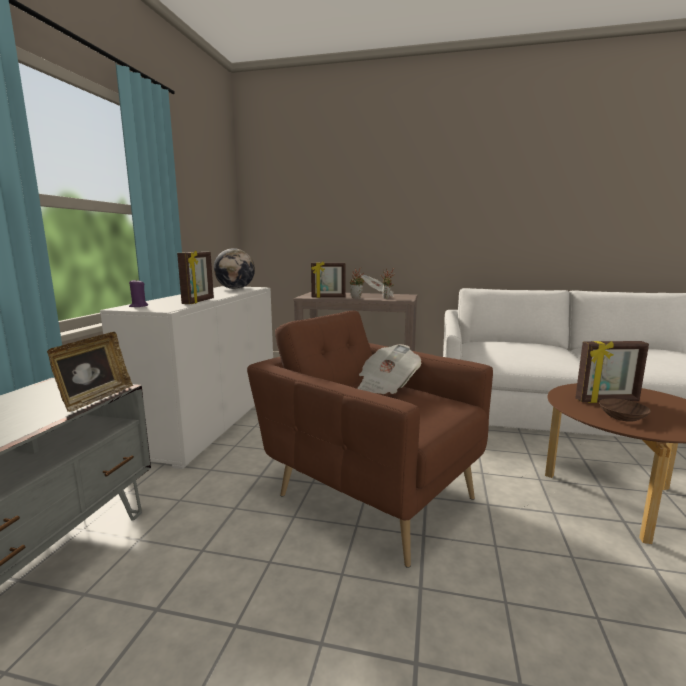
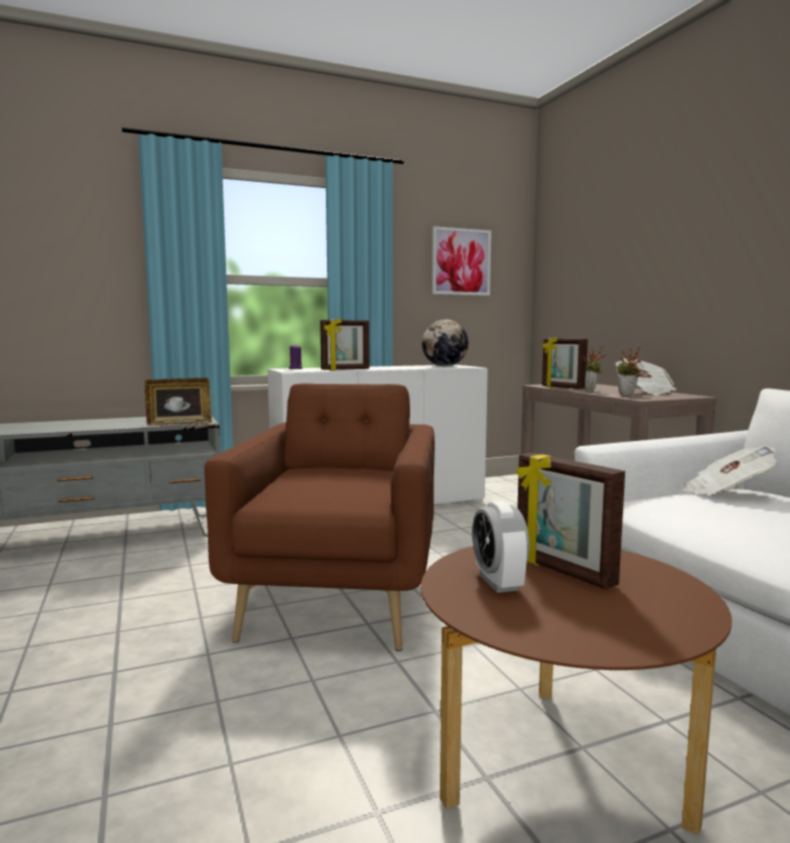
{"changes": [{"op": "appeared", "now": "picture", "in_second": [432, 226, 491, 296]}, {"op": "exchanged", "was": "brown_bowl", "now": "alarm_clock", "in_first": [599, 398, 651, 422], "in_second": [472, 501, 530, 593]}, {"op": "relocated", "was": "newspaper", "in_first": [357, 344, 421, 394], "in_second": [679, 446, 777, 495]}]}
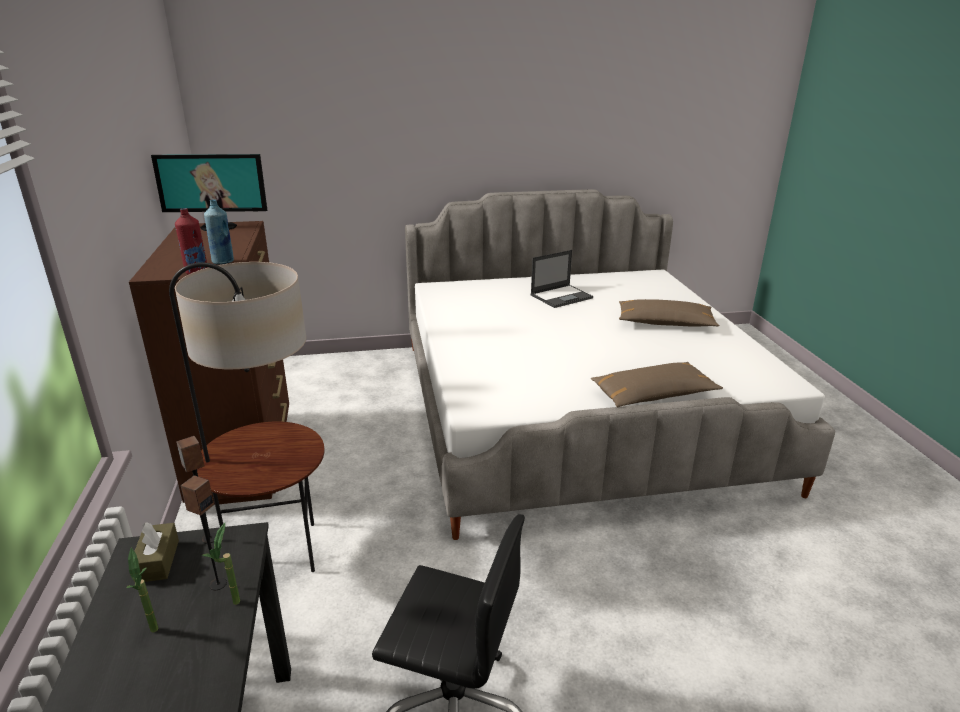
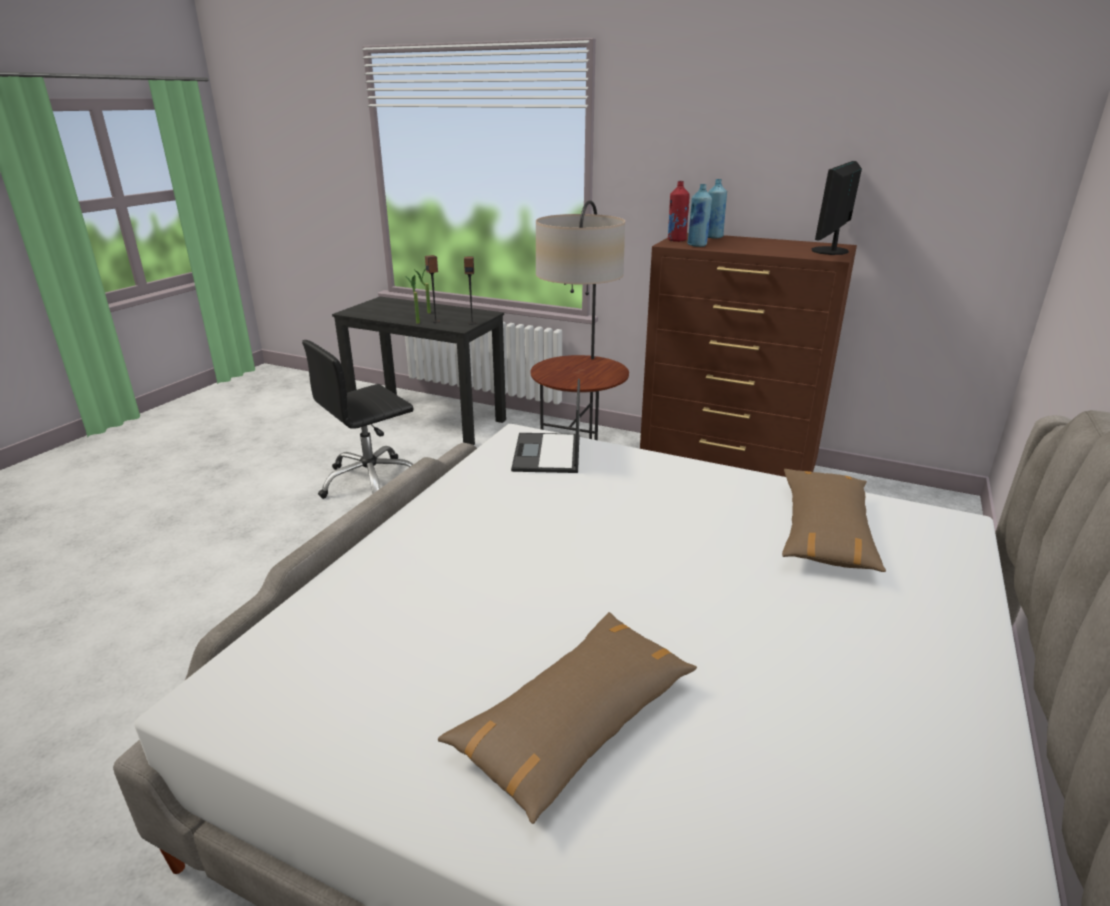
{"changes": [{"op": "relocated", "was": "laptop", "in_first": [530, 250, 593, 308], "in_second": [511, 379, 580, 473]}, {"op": "appeared", "now": "blue_bottle", "in_second": [708, 179, 727, 238]}, {"op": "relocated", "was": "brown_pillow", "in_first": [591, 362, 723, 407], "in_second": [782, 469, 886, 572]}, {"op": "missing", "was": "brown_tissue_box", "in_first": [135, 522, 179, 582]}]}
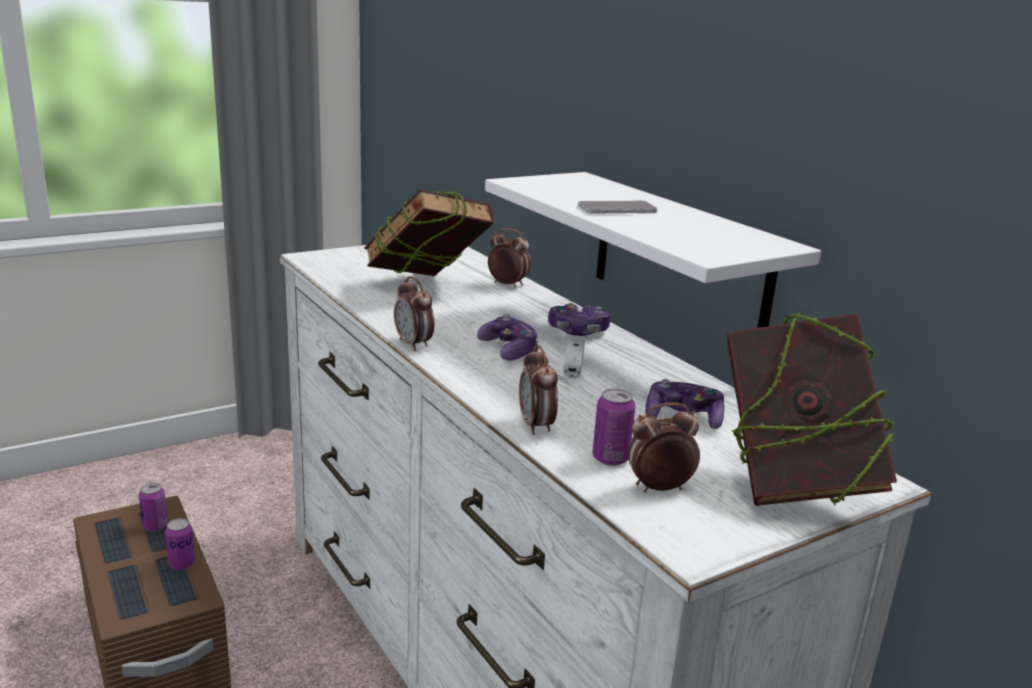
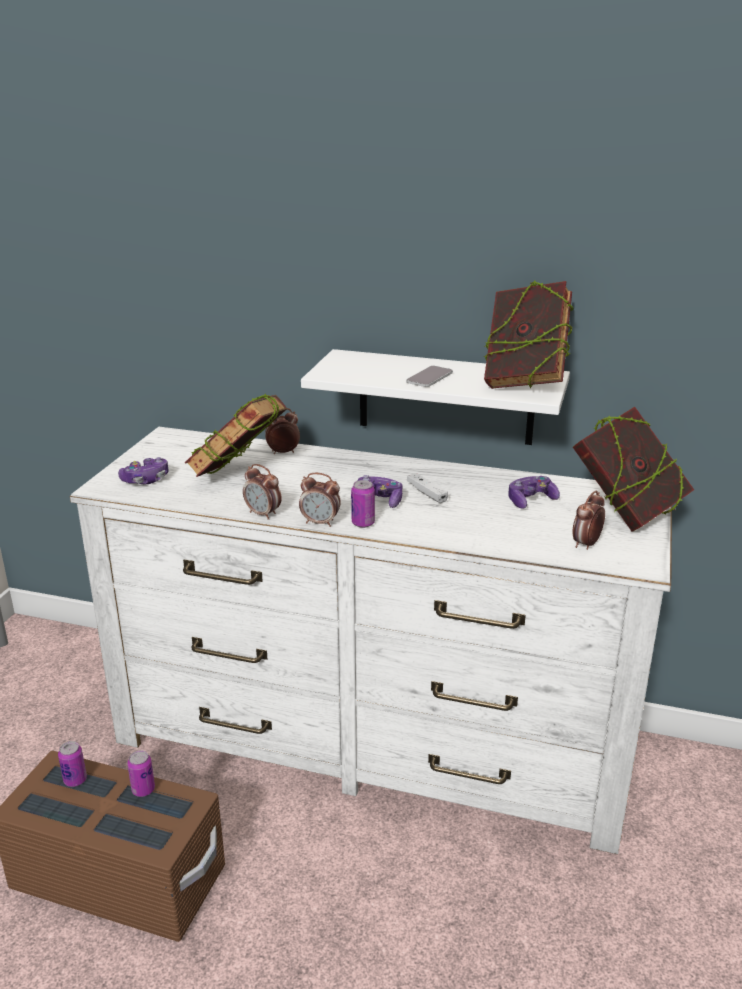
{"changes": [{"op": "relocated", "was": "game_controller", "in_first": [548, 302, 610, 336], "in_second": [118, 457, 169, 484]}, {"op": "relocated", "was": "alarm_clock", "in_first": [519, 345, 558, 435], "in_second": [243, 464, 282, 520]}, {"op": "relocated", "was": "can", "in_first": [592, 389, 636, 466], "in_second": [351, 480, 375, 528]}, {"op": "appeared", "now": "book", "in_second": [484, 281, 574, 389]}]}
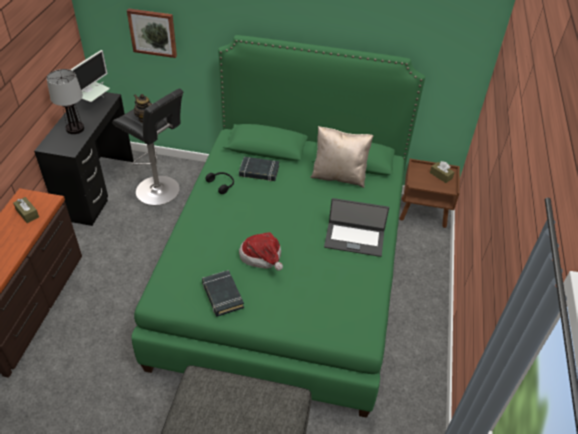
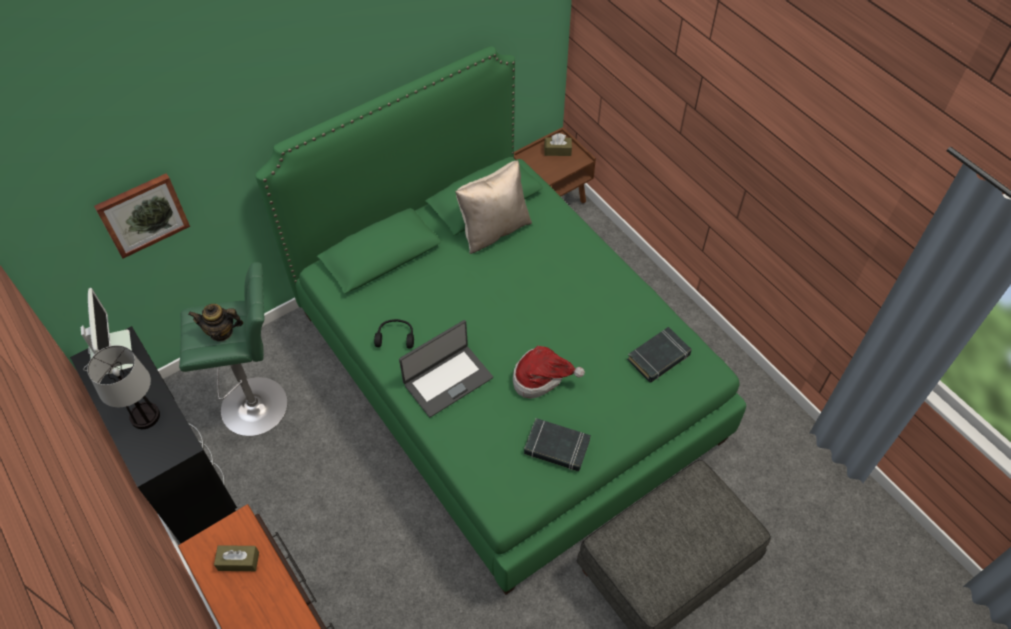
{"changes": [{"op": "colour", "was": "black_stool", "now": "green_stool", "in_first": [113, 89, 184, 205], "in_second": [179, 262, 288, 436]}, {"op": "relocated", "was": "laptop", "in_first": [324, 198, 389, 257], "in_second": [399, 320, 493, 417]}, {"op": "relocated", "was": "black_book", "in_first": [239, 157, 279, 181], "in_second": [627, 327, 692, 383]}]}
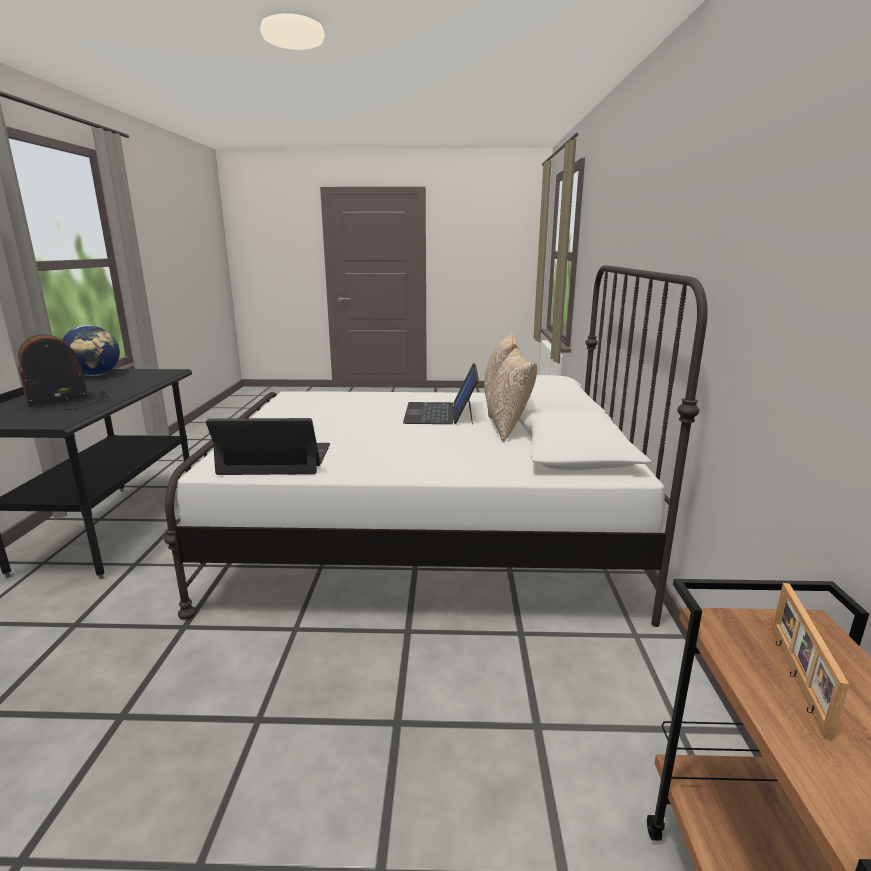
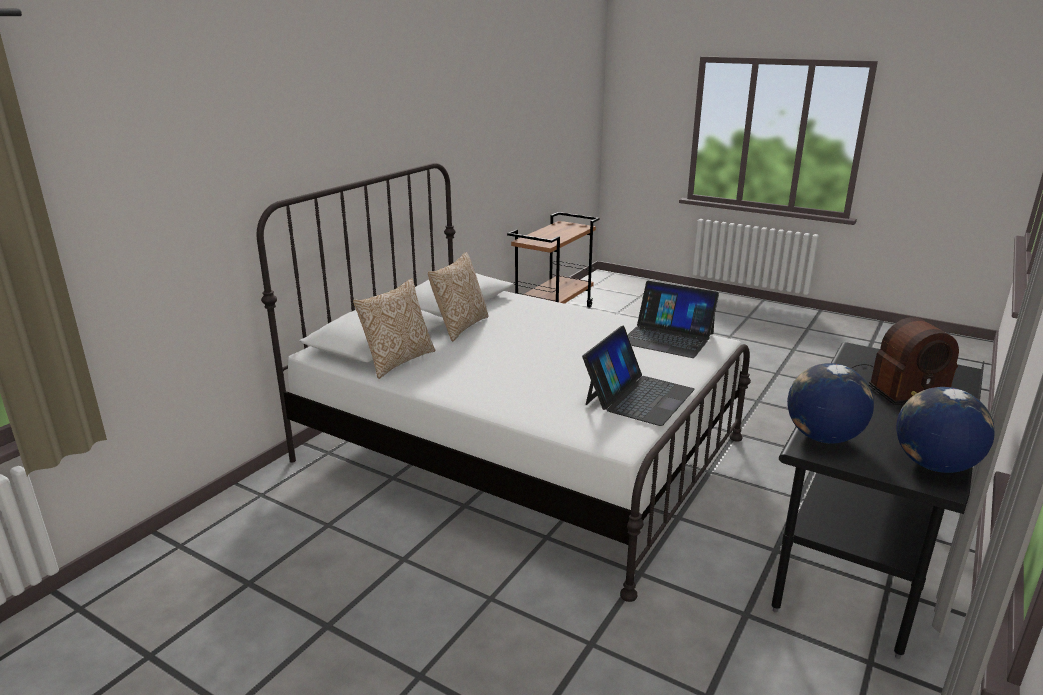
{"changes": [{"op": "relocated", "was": "laptop", "in_first": [403, 363, 479, 424], "in_second": [582, 326, 695, 426]}, {"op": "appeared", "now": "globe", "in_second": [787, 363, 874, 443]}, {"op": "missing", "was": "picture_frame", "in_first": [772, 583, 850, 740]}]}
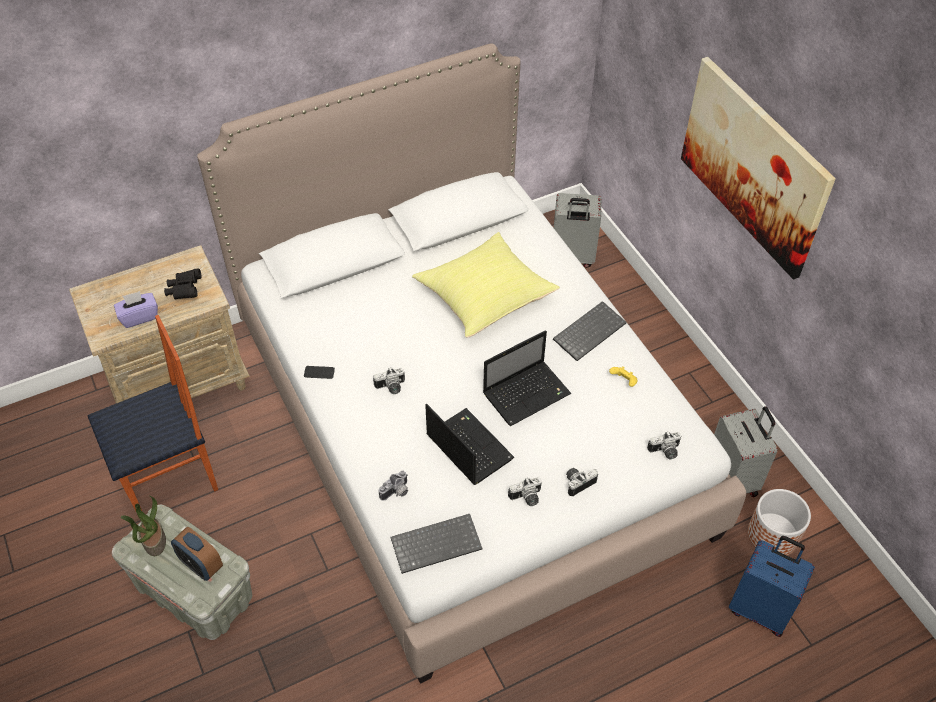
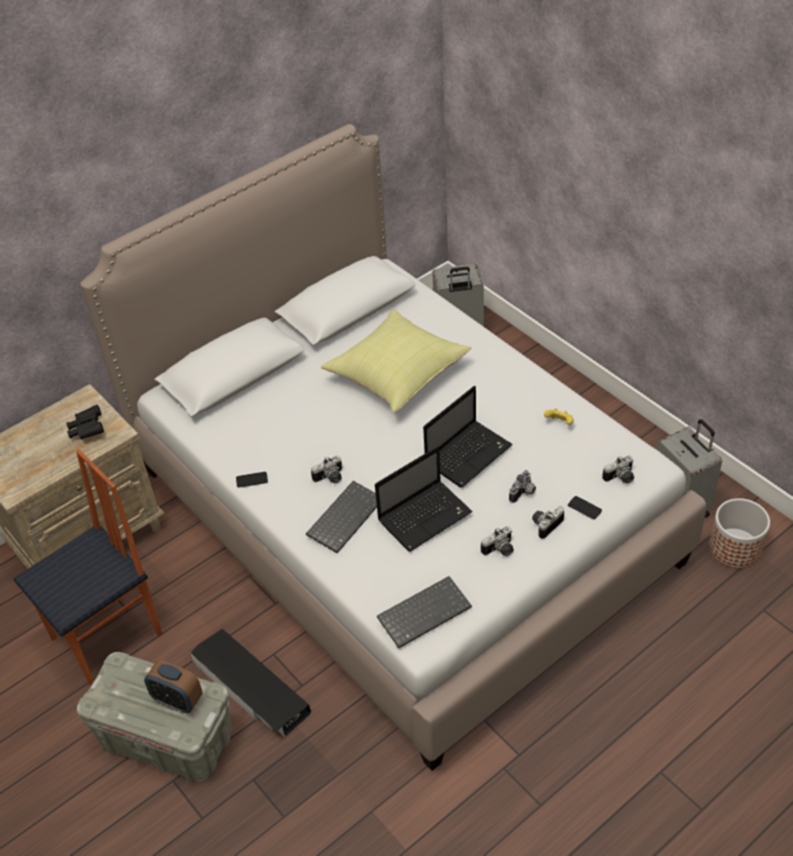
{"changes": [{"op": "appeared", "now": "black_storage_box", "in_second": [190, 629, 311, 737]}, {"op": "relocated", "was": "keyboard", "in_first": [553, 301, 627, 361], "in_second": [306, 481, 377, 553]}, {"op": "spun", "was": "laptop", "in_first": [425, 404, 514, 485], "in_second": [375, 446, 473, 552], "clockwise": 105}, {"op": "relocated", "was": "photo_camera", "in_first": [379, 470, 408, 501], "in_second": [509, 470, 536, 503]}, {"op": "appeared", "now": "phone", "in_second": [568, 496, 602, 519]}, {"op": "missing", "was": "purple_tissue_box", "in_first": [114, 291, 158, 328]}, {"op": "missing", "was": "potted_plant", "in_first": [121, 496, 166, 556]}, {"op": "missing", "was": "picture", "in_first": [681, 57, 836, 279]}, {"op": "missing", "was": "blue_suitcase", "in_first": [729, 536, 815, 637]}]}
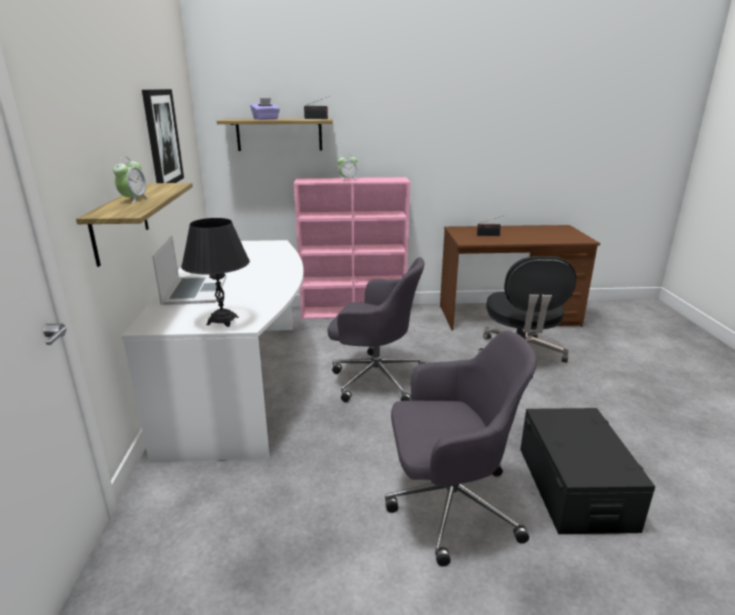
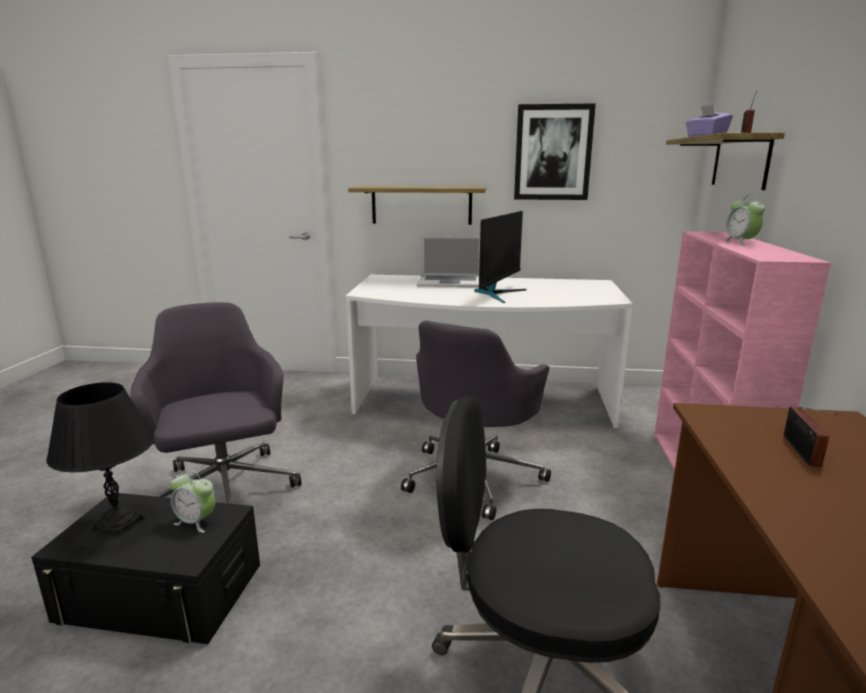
{"changes": [{"op": "relocated", "was": "black_table_lamp", "in_first": [181, 218, 250, 327], "in_second": [46, 382, 155, 538]}, {"op": "spun", "was": "grey_office_chair", "in_first": [385, 331, 537, 567], "in_second": [130, 302, 302, 504], "clockwise": 150}, {"op": "relocated", "was": "alarm_clock", "in_first": [113, 157, 149, 203], "in_second": [171, 470, 215, 533]}, {"op": "appeared", "now": "monitor", "in_second": [474, 211, 526, 303]}]}
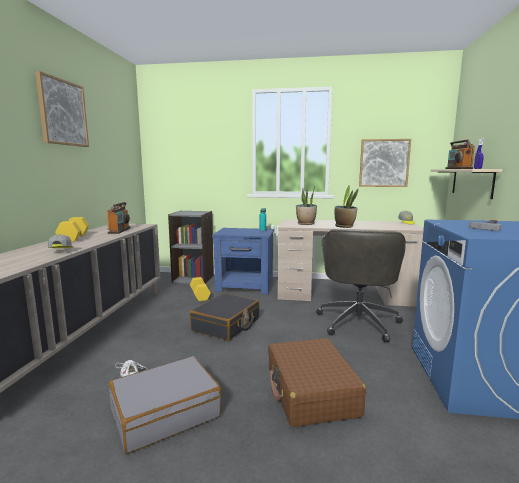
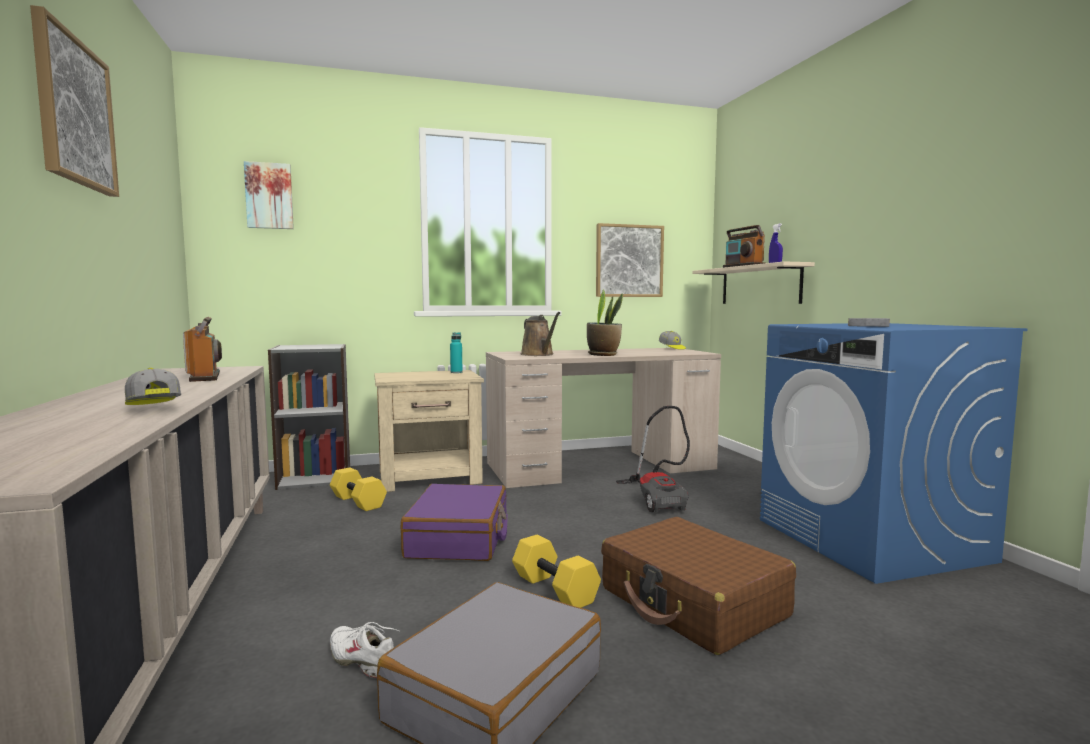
{"changes": [{"op": "appeared", "now": "picture", "in_second": [244, 161, 294, 229]}, {"op": "colour", "was": "blue_nightstand", "now": "beige_nightstand", "in_first": [212, 228, 274, 295], "in_second": [374, 370, 484, 492]}, {"op": "colour", "was": "black_suitcase", "now": "purple_suitcase", "in_first": [190, 293, 259, 341], "in_second": [401, 484, 508, 561]}, {"op": "relocated", "was": "yellow_dumbbell", "in_first": [55, 217, 89, 242], "in_second": [512, 535, 601, 608]}, {"op": "exchanged", "was": "potted_plant", "now": "brown_watering_can", "in_first": [296, 185, 317, 225], "in_second": [521, 312, 560, 356]}, {"op": "exchanged", "was": "grey_office_chair", "now": "vacuum_cleaner", "in_first": [316, 229, 406, 342], "in_second": [616, 406, 690, 512]}]}
